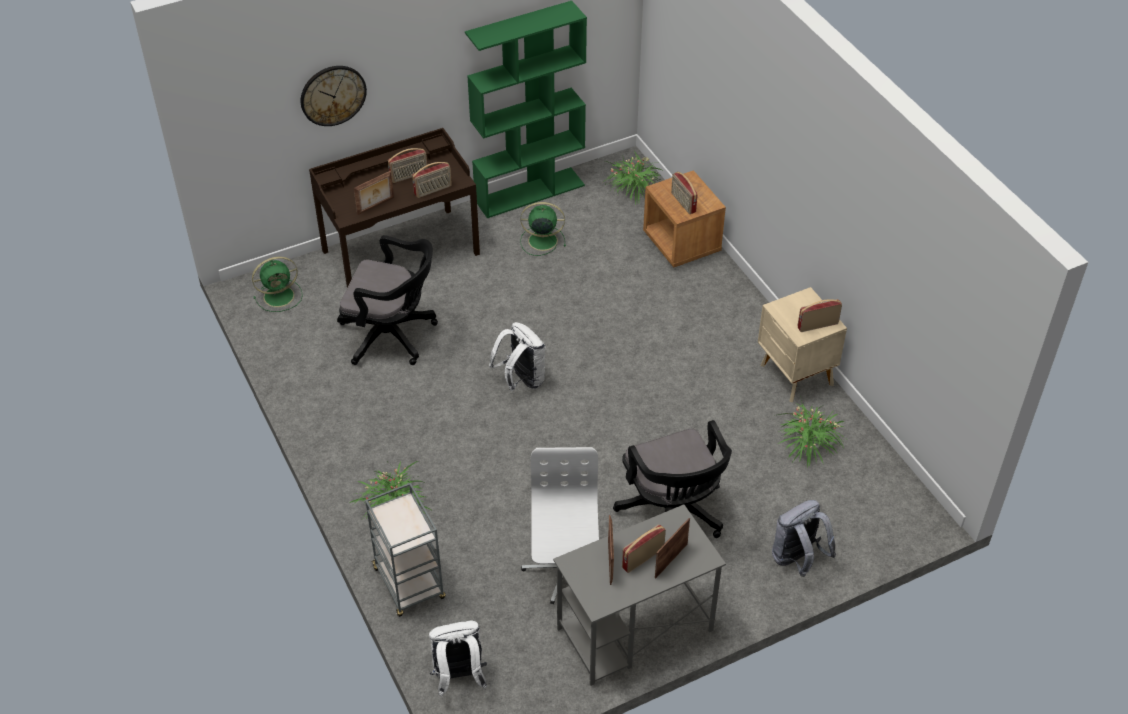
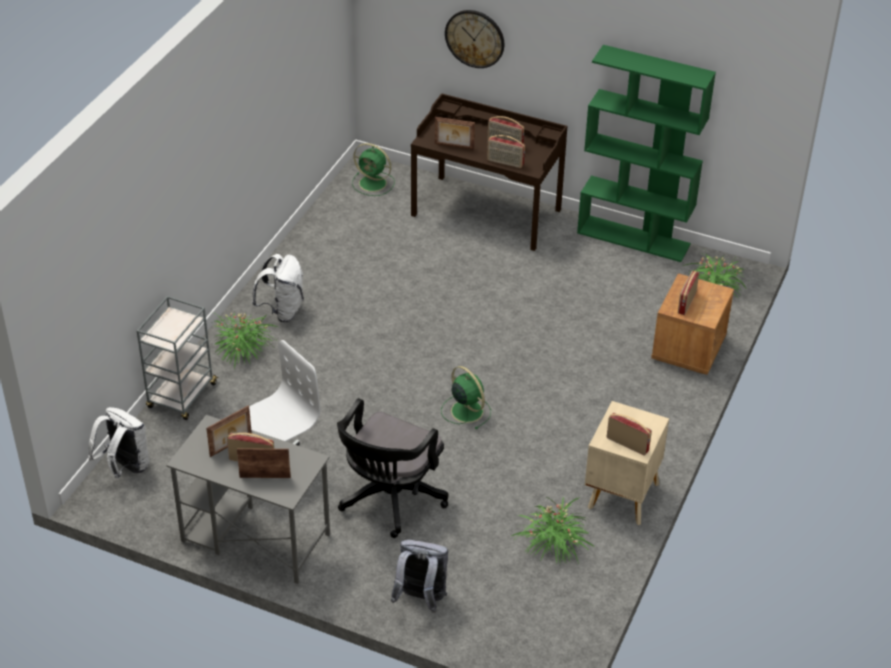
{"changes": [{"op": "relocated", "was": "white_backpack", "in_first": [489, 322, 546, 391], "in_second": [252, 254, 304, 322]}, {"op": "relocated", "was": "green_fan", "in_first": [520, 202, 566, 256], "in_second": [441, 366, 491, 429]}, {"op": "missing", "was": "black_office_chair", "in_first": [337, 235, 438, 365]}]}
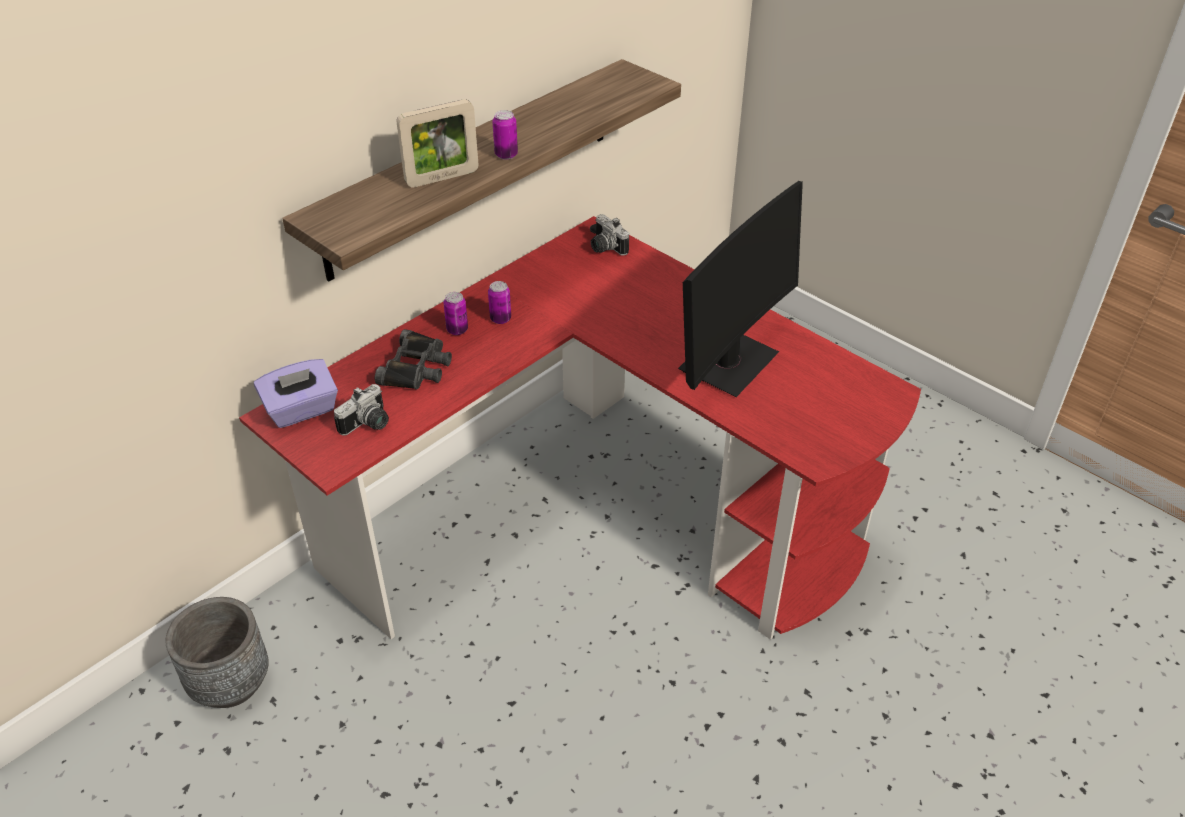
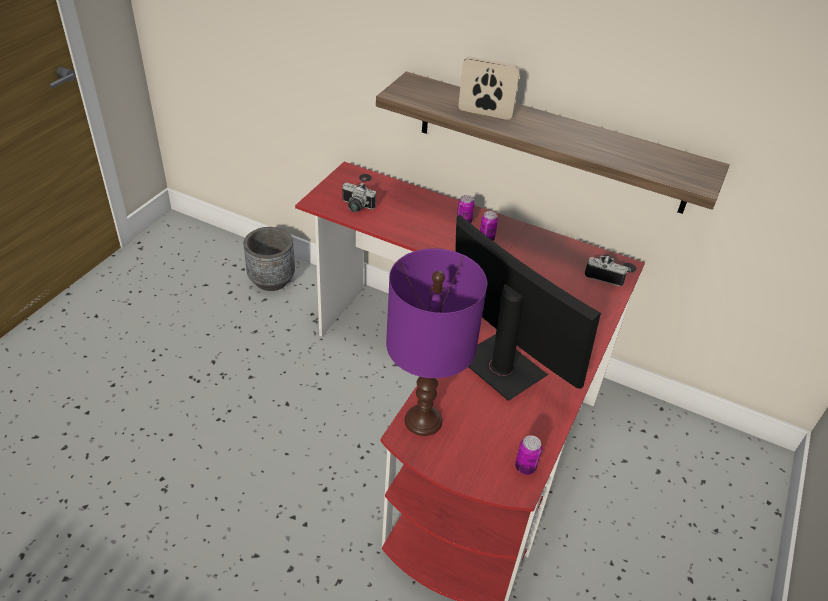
{"changes": [{"op": "appeared", "now": "purple_table_lamp", "in_second": [386, 248, 487, 436]}, {"op": "spun", "was": "monitor", "in_first": [678, 181, 803, 397], "in_second": [455, 215, 601, 401], "clockwise": -150}, {"op": "spun", "was": "picture_frame", "in_first": [397, 99, 479, 188], "in_second": [458, 57, 520, 120], "clockwise": 150}, {"op": "relocated", "was": "can", "in_first": [492, 110, 518, 160], "in_second": [515, 435, 542, 475]}, {"op": "spun", "was": "photo_camera", "in_first": [591, 214, 629, 256], "in_second": [585, 255, 628, 286], "clockwise": 75}, {"op": "missing", "was": "purple_tissue_box", "in_first": [254, 359, 338, 428]}, {"op": "missing", "was": "black_binoculars", "in_first": [375, 329, 452, 389]}]}
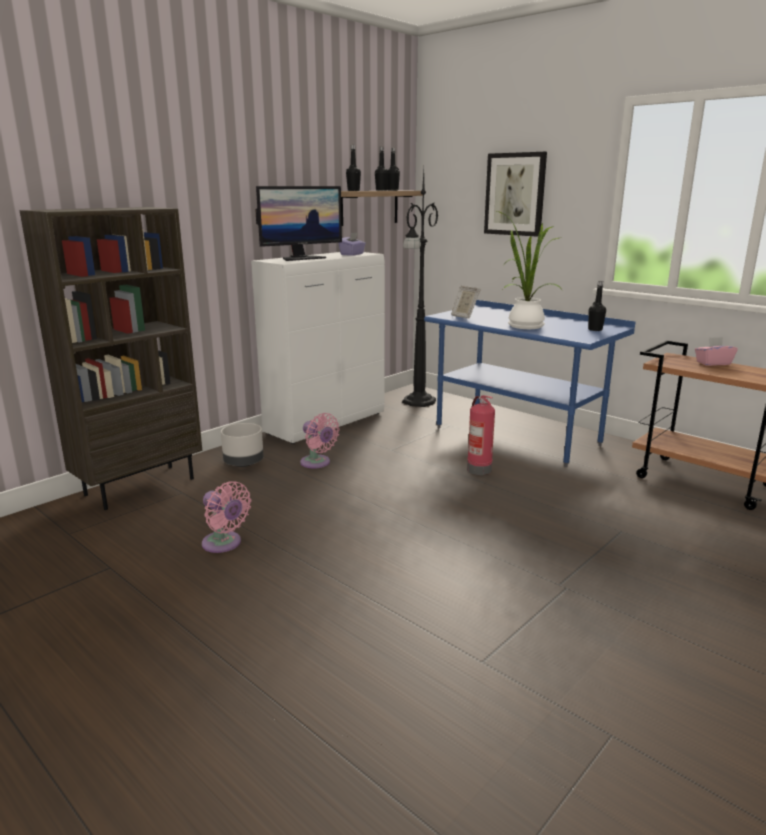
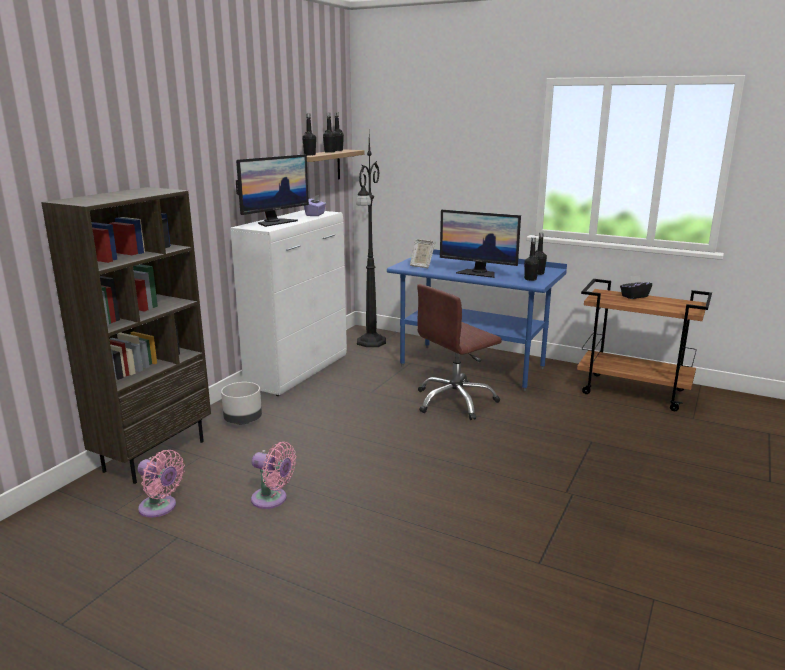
{"changes": [{"op": "relocated", "was": "pink_fan", "in_first": [300, 413, 340, 469], "in_second": [138, 450, 185, 518]}, {"op": "exchanged", "was": "fire_extinguisher", "now": "brown_office_chair", "in_first": [467, 395, 495, 475], "in_second": [417, 284, 502, 420]}, {"op": "exchanged", "was": "potted_plant", "now": "monitor", "in_first": [497, 211, 563, 329], "in_second": [440, 210, 521, 278]}, {"op": "appeared", "now": "black_bottle", "in_second": [524, 237, 539, 281]}, {"op": "colour", "was": "pink_tissue_box", "now": "black_tissue_box", "in_first": [695, 337, 738, 366], "in_second": [620, 275, 652, 299]}, {"op": "missing", "was": "picture", "in_first": [484, 152, 547, 237]}]}
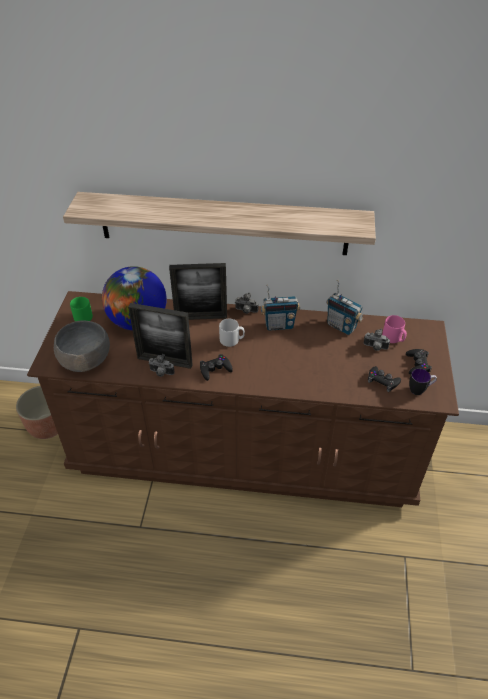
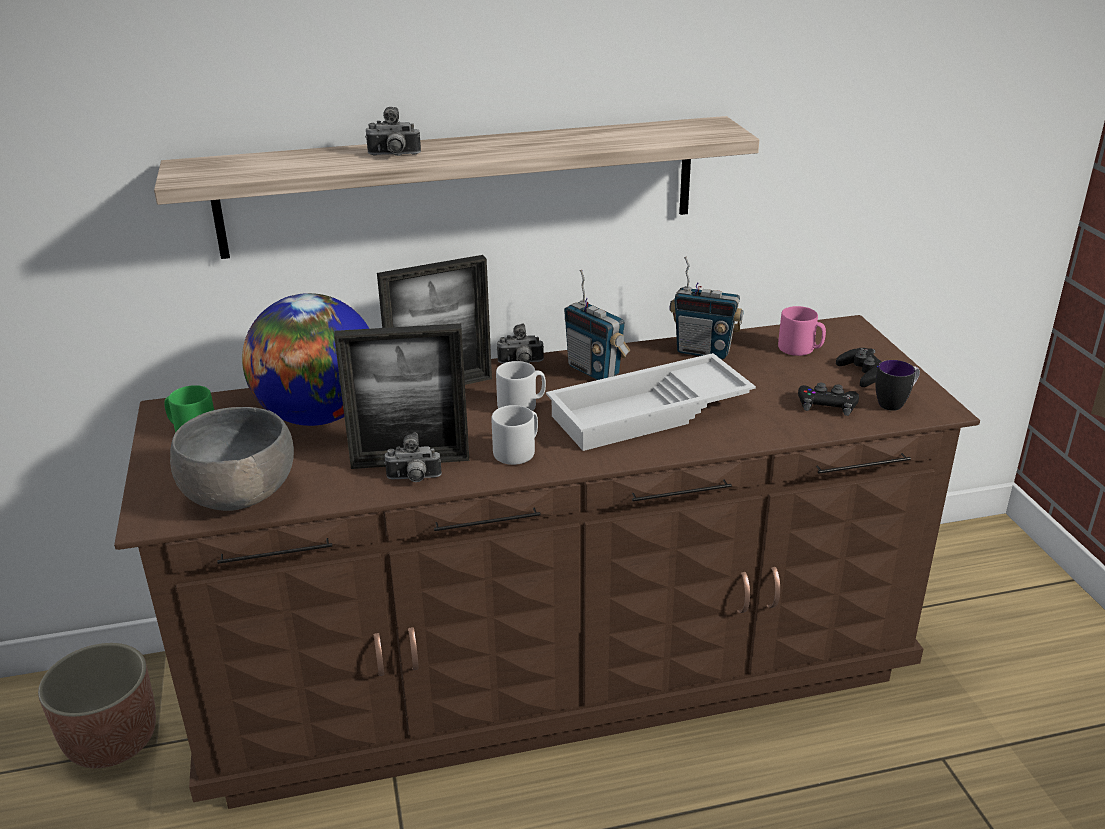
{"changes": [{"op": "relocated", "was": "photo_camera", "in_first": [364, 329, 390, 351], "in_second": [365, 107, 421, 156]}, {"op": "exchanged", "was": "black_game_controller", "now": "grey_mug", "in_first": [200, 354, 233, 381], "in_second": [491, 405, 538, 465]}, {"op": "appeared", "now": "white_tray", "in_second": [546, 353, 756, 451]}, {"op": "spun", "was": "radio", "in_first": [261, 285, 300, 331], "in_second": [564, 269, 630, 380], "clockwise": 75}]}
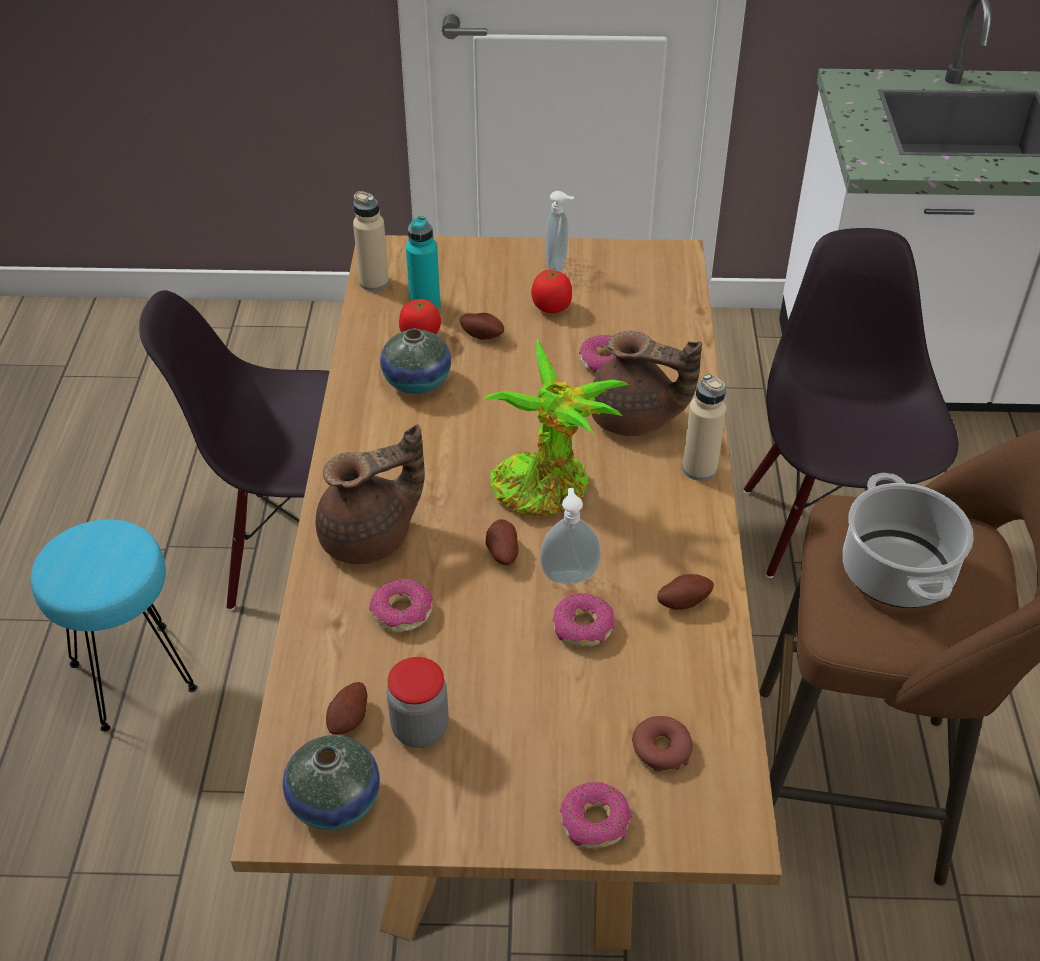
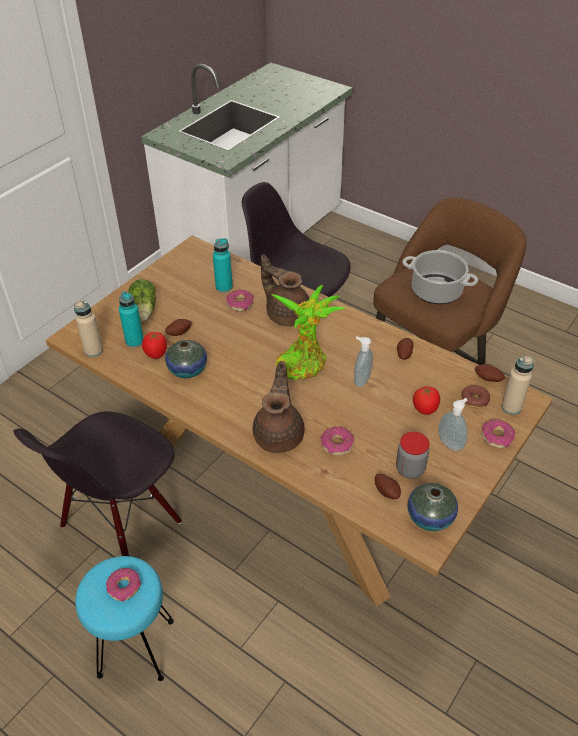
{"changes": [{"op": "relocated", "was": "donut", "in_first": [553, 593, 615, 647], "in_second": [106, 568, 141, 601]}, {"op": "appeared", "now": "lettuce", "in_second": [128, 279, 156, 321]}, {"op": "appeared", "now": "turquoise_bottle", "in_second": [213, 238, 233, 293]}, {"op": "spun", "was": "brown_teapot", "in_first": [591, 331, 702, 436], "in_second": [261, 254, 309, 326], "clockwise": -105}, {"op": "relocated", "was": "tomato", "in_first": [531, 268, 572, 313], "in_second": [413, 386, 440, 415]}, {"op": "relocated", "was": "soap_dispenser", "in_first": [545, 191, 574, 272], "in_second": [438, 398, 468, 451]}, {"op": "relocated", "was": "potato", "in_first": [485, 519, 519, 565], "in_second": [475, 364, 505, 382]}, {"op": "relocated", "was": "beige_bottle", "in_first": [682, 374, 726, 481], "in_second": [501, 356, 534, 415]}]}
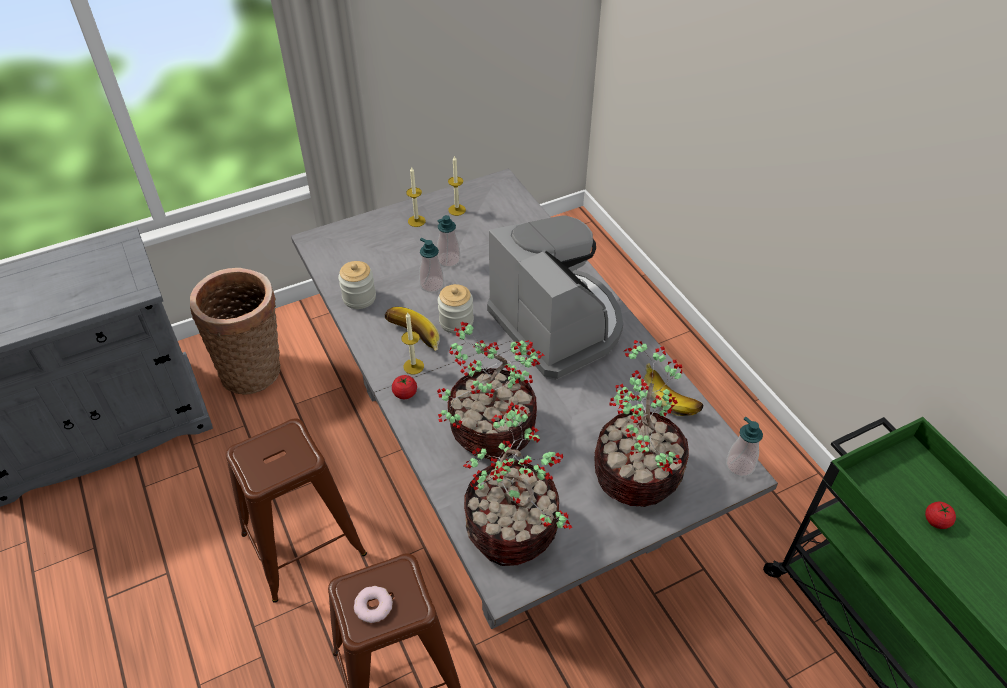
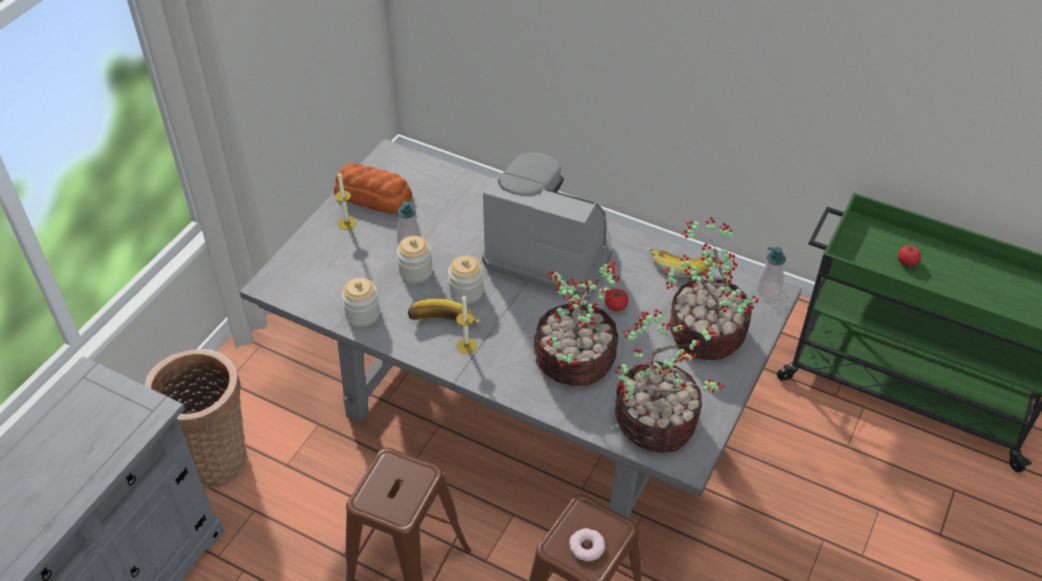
{"changes": [{"op": "exchanged", "was": "candle", "now": "bread", "in_first": [448, 155, 466, 216], "in_second": [334, 163, 412, 214]}, {"op": "exchanged", "was": "soap_dispenser", "now": "jar", "in_first": [419, 238, 444, 292], "in_second": [397, 236, 433, 284]}, {"op": "relocated", "was": "tomato", "in_first": [392, 375, 417, 399], "in_second": [605, 289, 628, 311]}]}
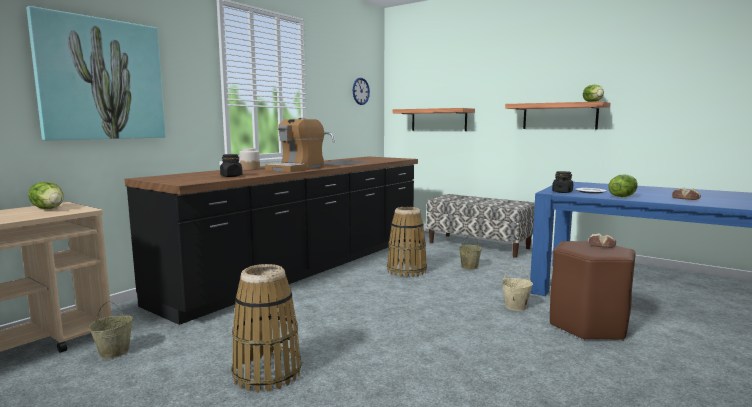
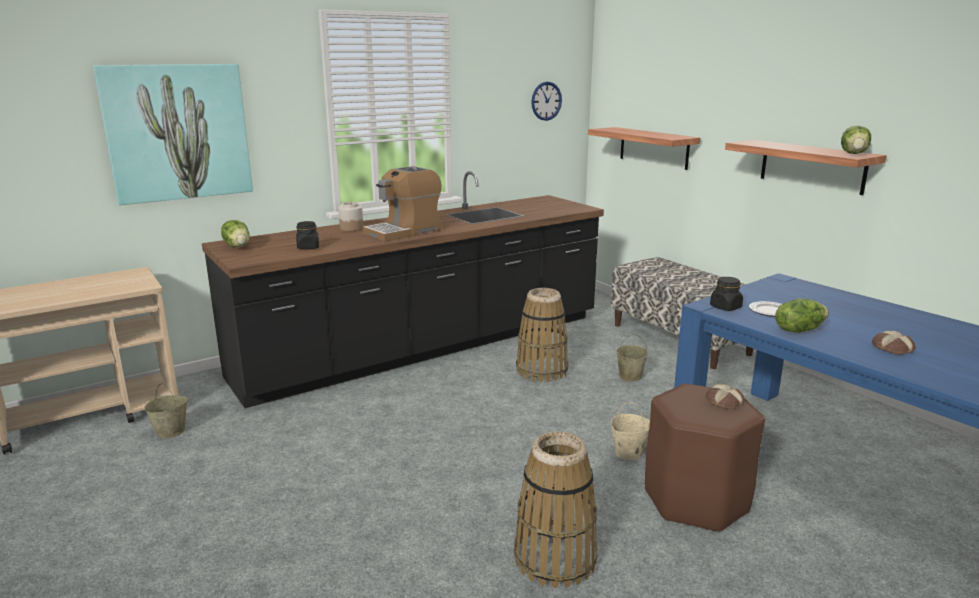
{"changes": [{"op": "relocated", "was": "lettuce", "in_first": [28, 182, 64, 209], "in_second": [221, 220, 250, 247]}, {"op": "relocated", "was": "basket", "in_first": [232, 264, 301, 392], "in_second": [514, 432, 597, 588]}]}
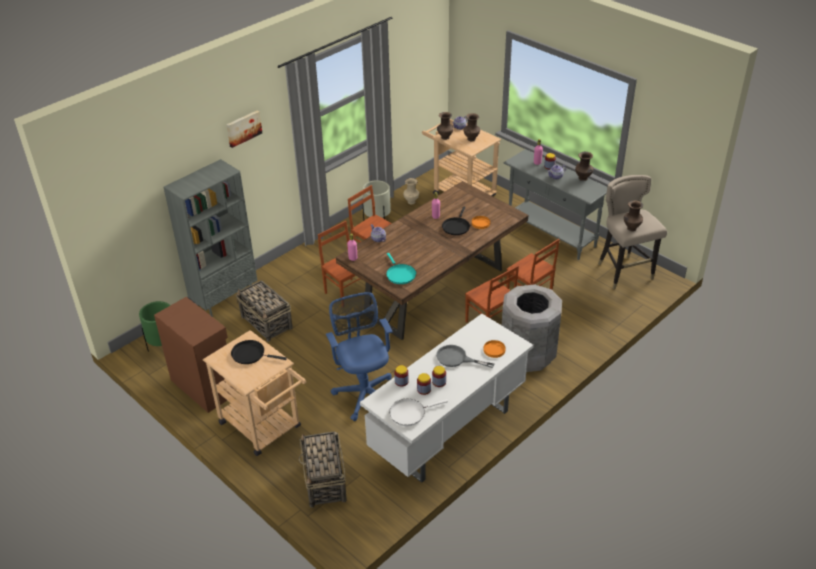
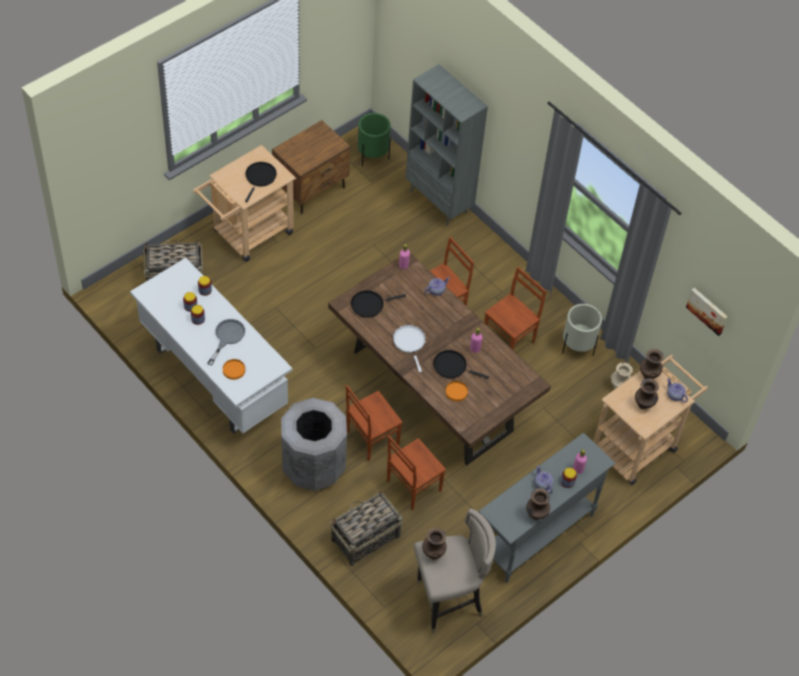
{"changes": [{"op": "exchanged", "was": "brown_cabinet", "now": "brown_nightstand", "in_first": [154, 297, 236, 413], "in_second": [272, 120, 350, 214]}, {"op": "relocated", "was": "basket", "in_first": [236, 281, 293, 342], "in_second": [331, 491, 403, 566]}, {"op": "colour", "was": "turquoise_frying_pan", "now": "black_frying_pan", "in_first": [386, 253, 416, 284], "in_second": [351, 290, 406, 318]}, {"op": "relocated", "was": "white_frying_pan", "in_first": [389, 399, 448, 426], "in_second": [393, 325, 426, 373]}, {"op": "relocated", "was": "picture", "in_first": [226, 110, 262, 148], "in_second": [686, 288, 728, 336]}, {"op": "missing", "was": "blue_office_chair", "in_first": [326, 292, 393, 421]}]}
